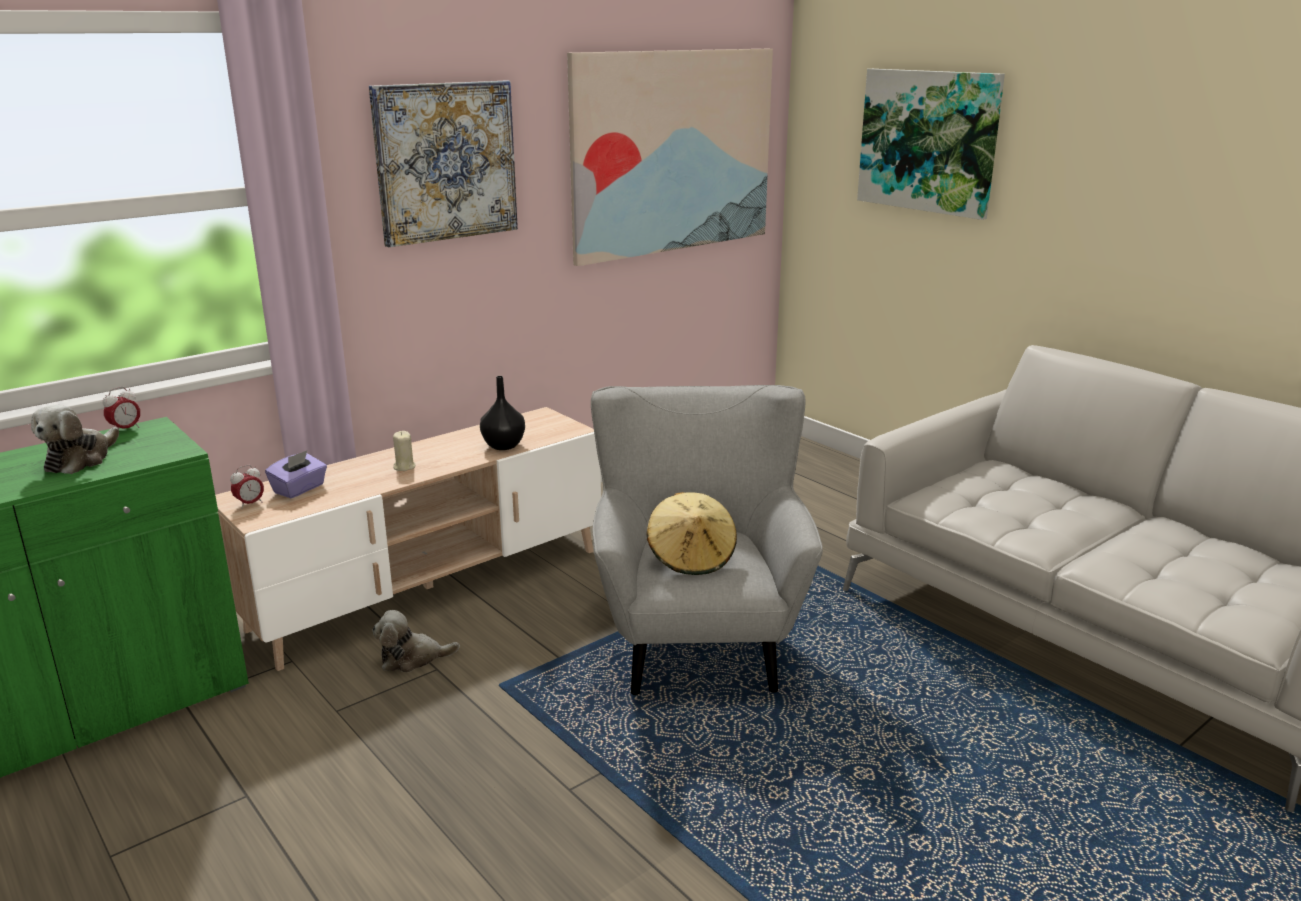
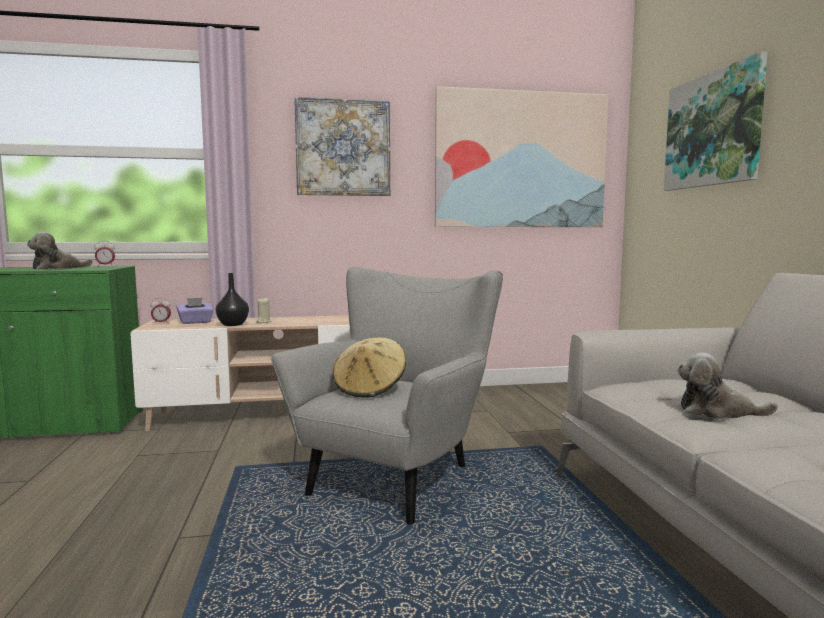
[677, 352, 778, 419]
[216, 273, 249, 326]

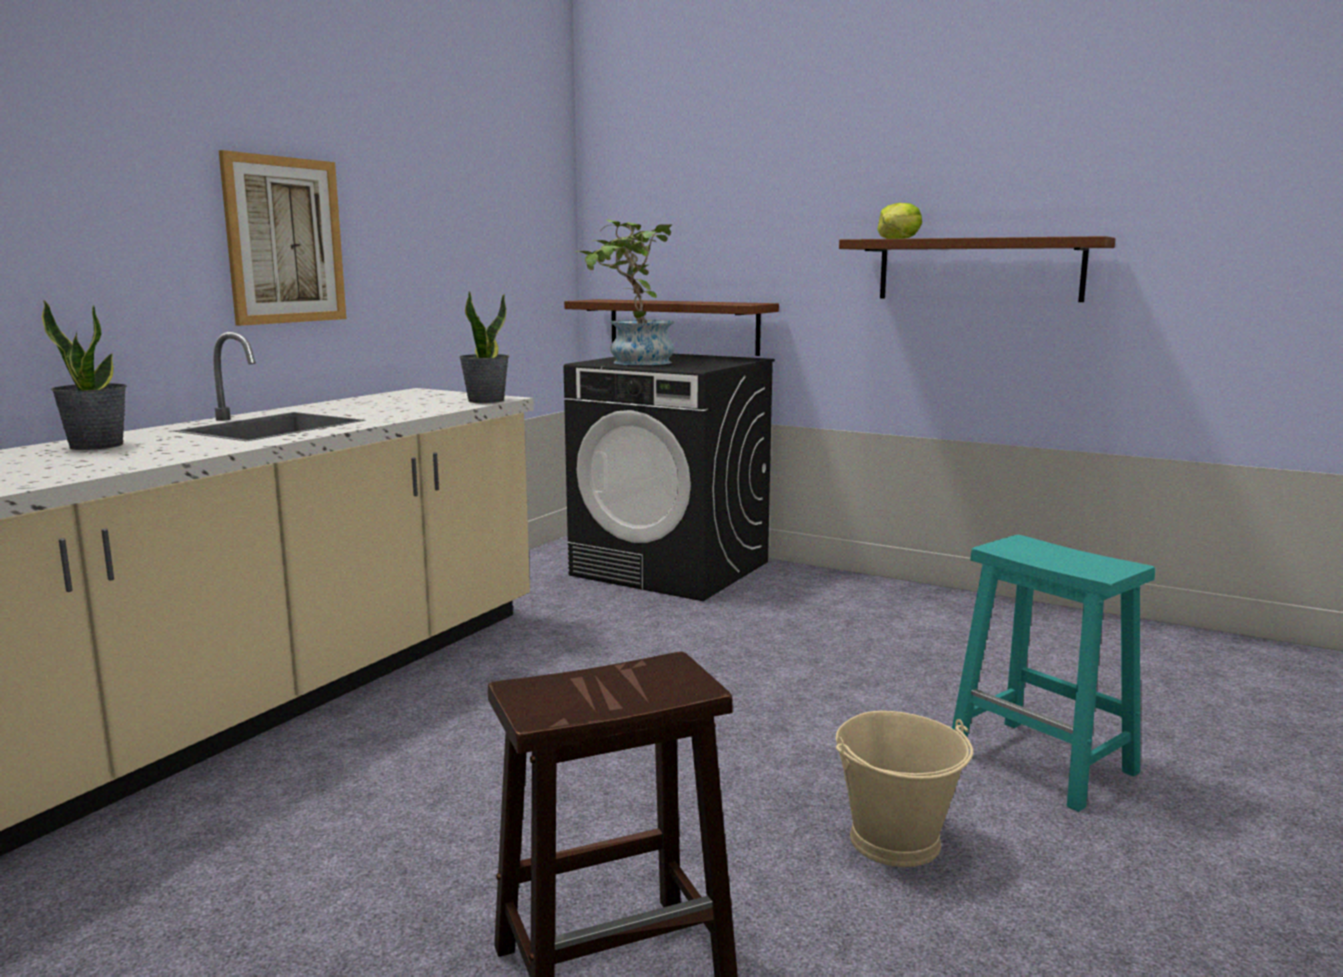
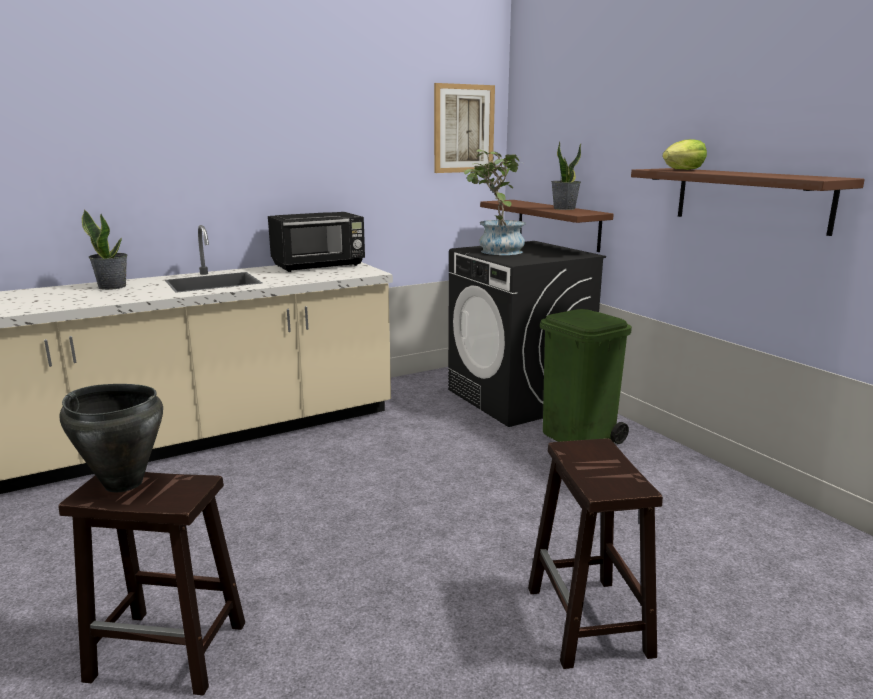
[434, 83, 495, 173]
[551, 141, 581, 210]
[836, 711, 973, 867] (first image)
[528, 438, 663, 669]
[60, 384, 163, 492]
[268, 212, 365, 272]
[540, 309, 632, 444]

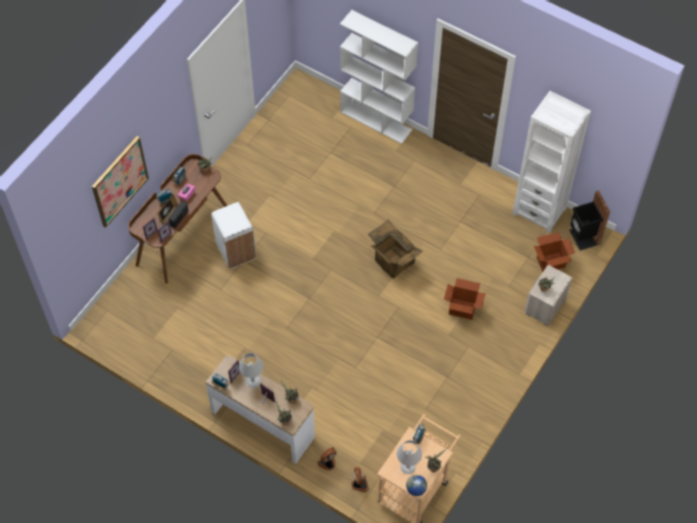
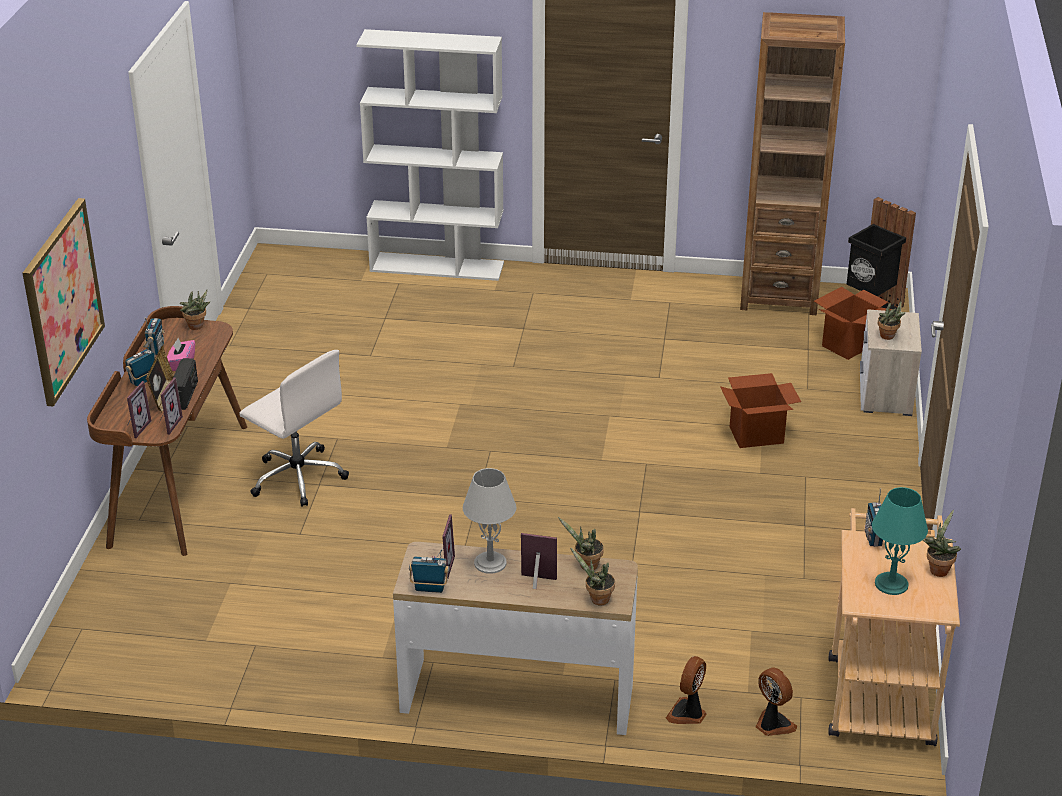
[239, 350, 349, 507]
[368, 219, 423, 279] (first image)
[872, 487, 928, 595]
[406, 475, 427, 496] (first image)
[740, 12, 845, 315]

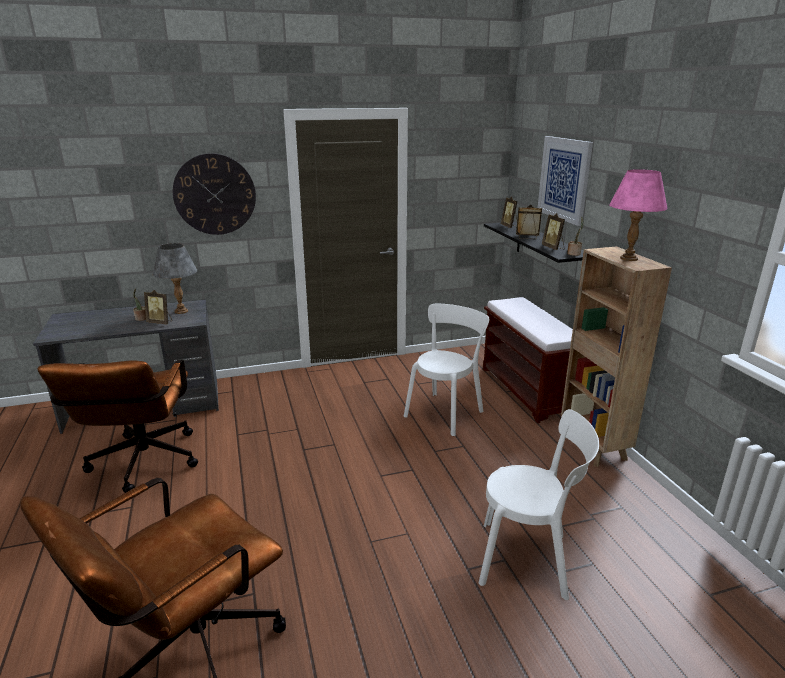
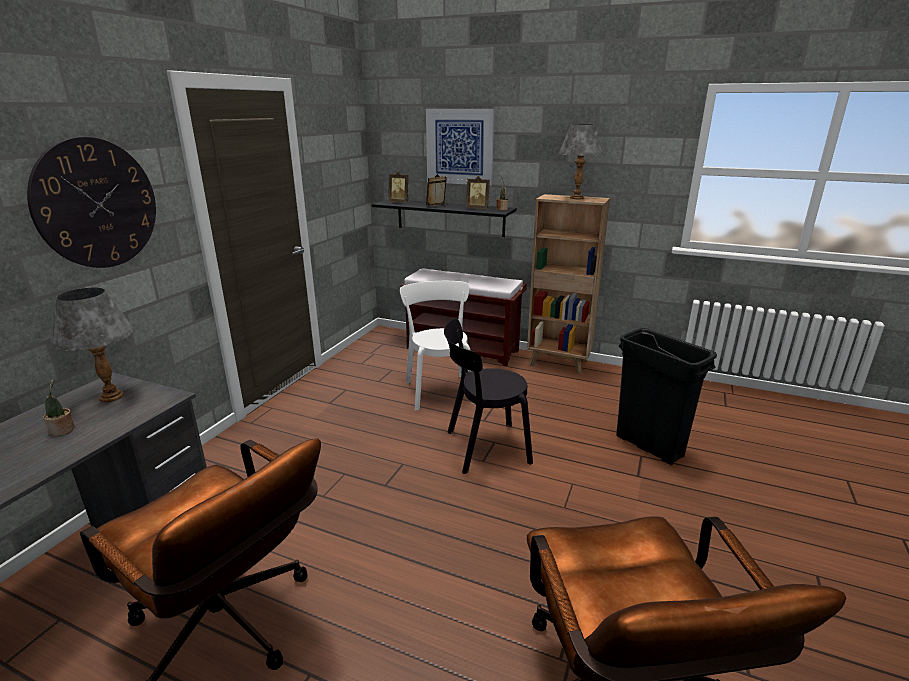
[144, 290, 172, 324] (first image)
[616, 328, 717, 465]
[559, 124, 603, 199]
[444, 318, 533, 474]

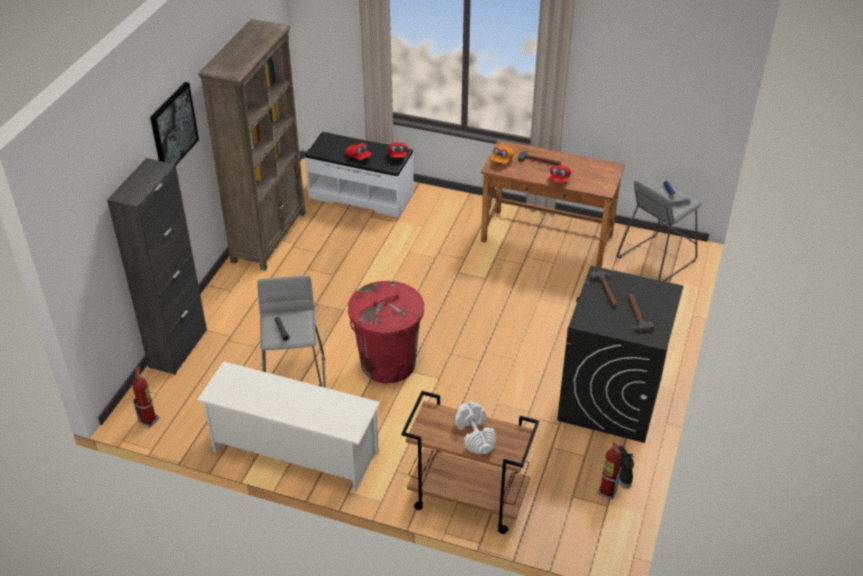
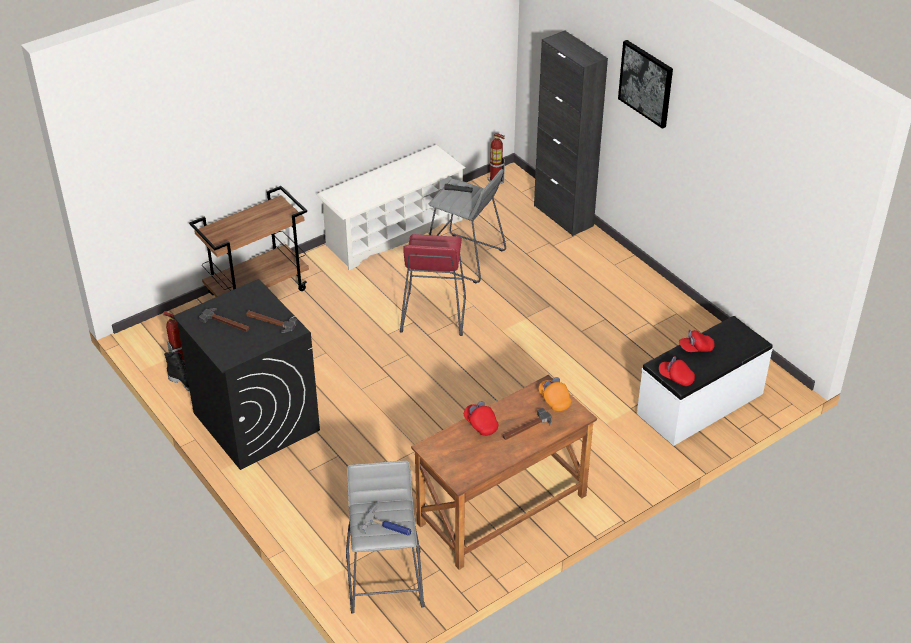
[198, 19, 306, 271] (first image)
[400, 234, 466, 336]
[455, 402, 496, 454] (first image)

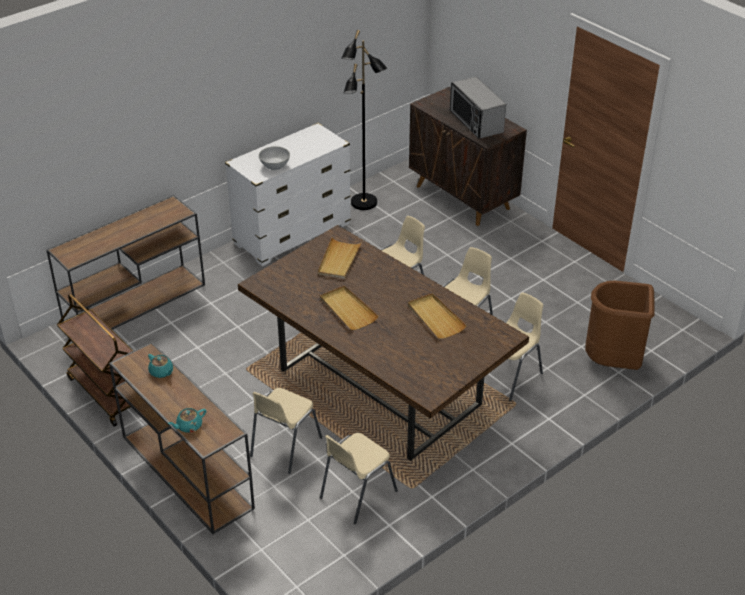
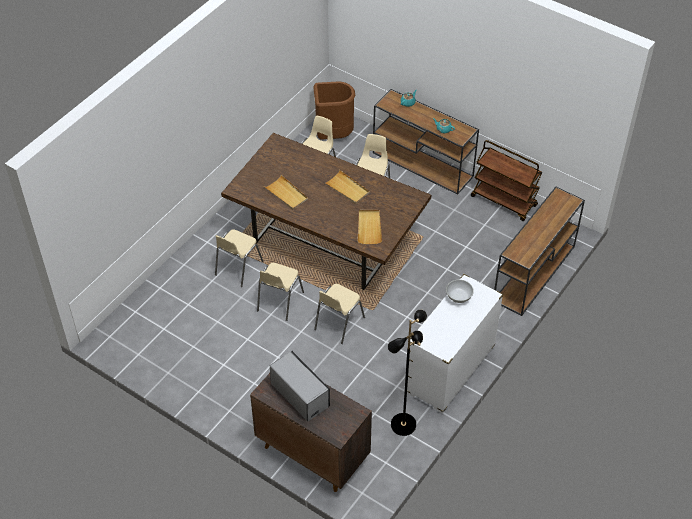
[313, 81, 355, 140]

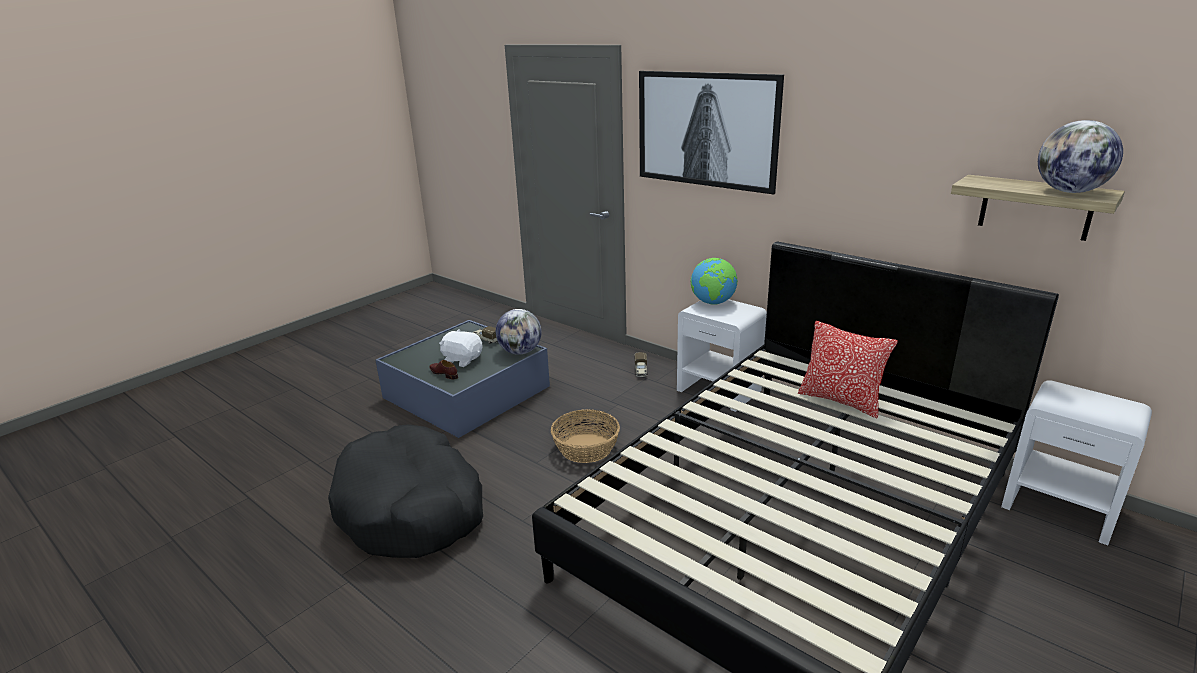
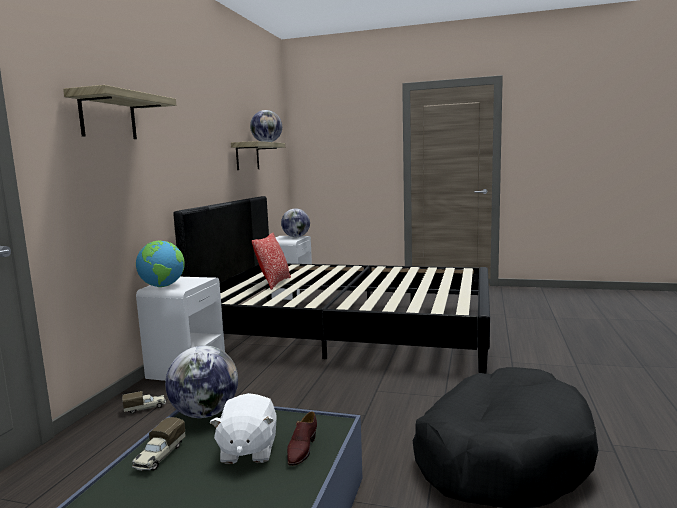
[551, 409, 620, 463] (first image)
[63, 85, 176, 139]
[281, 208, 310, 237]

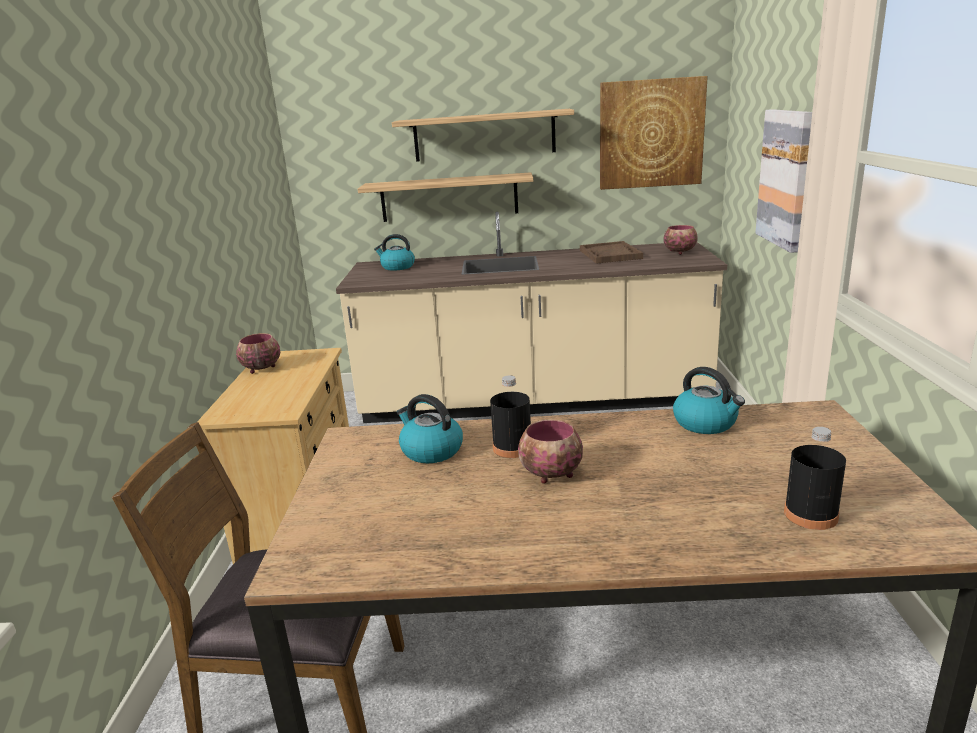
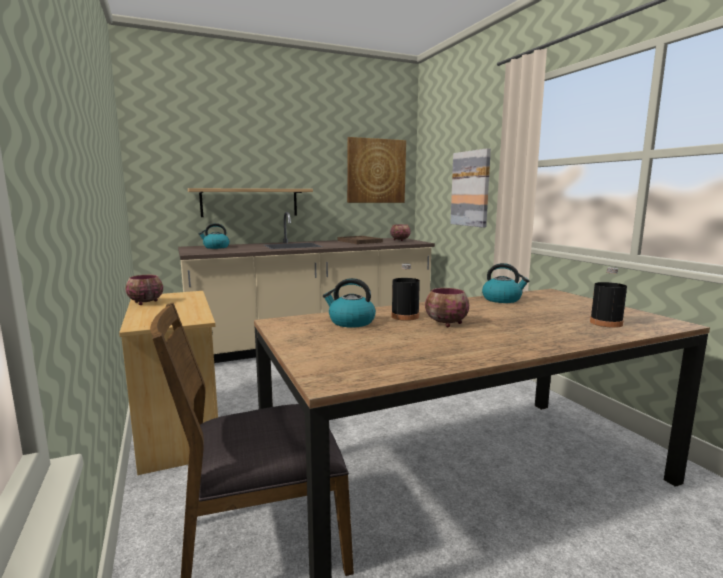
[392, 109, 574, 162] (first image)

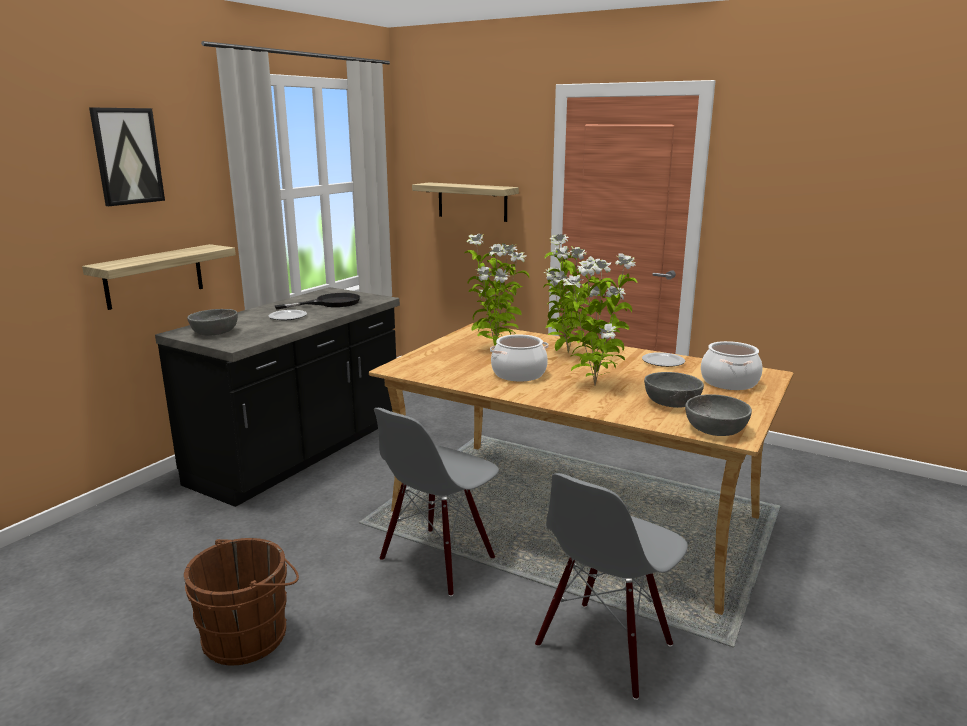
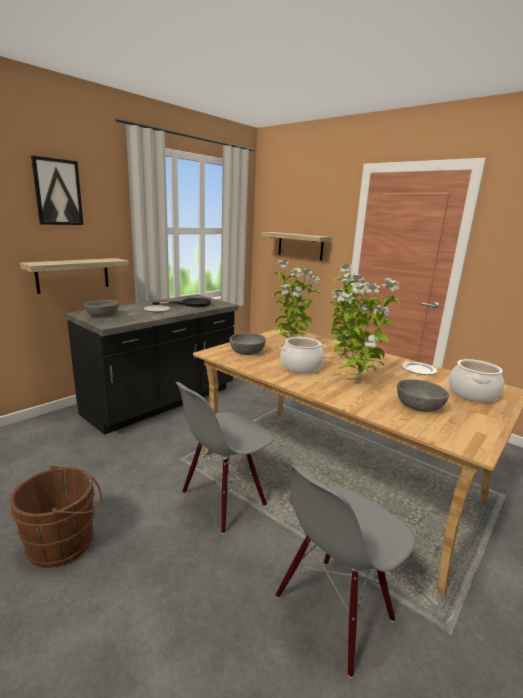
[229, 333, 266, 355]

